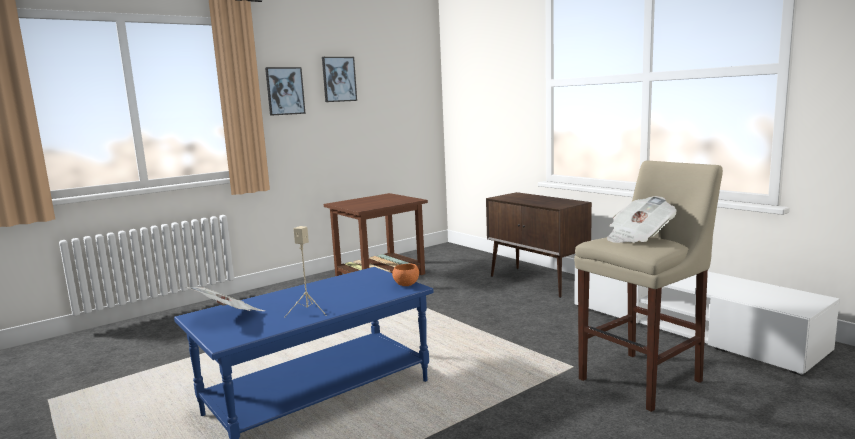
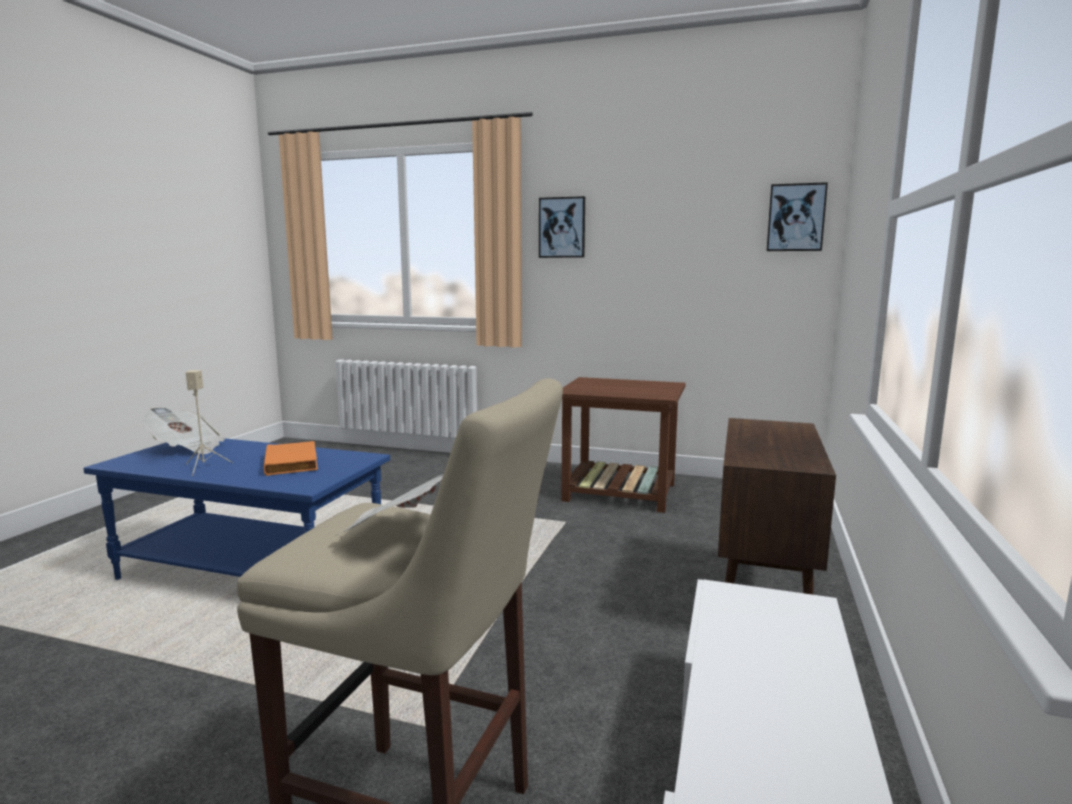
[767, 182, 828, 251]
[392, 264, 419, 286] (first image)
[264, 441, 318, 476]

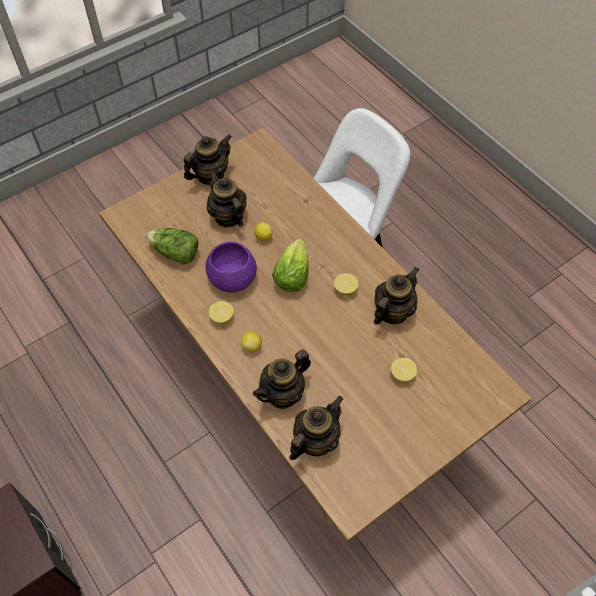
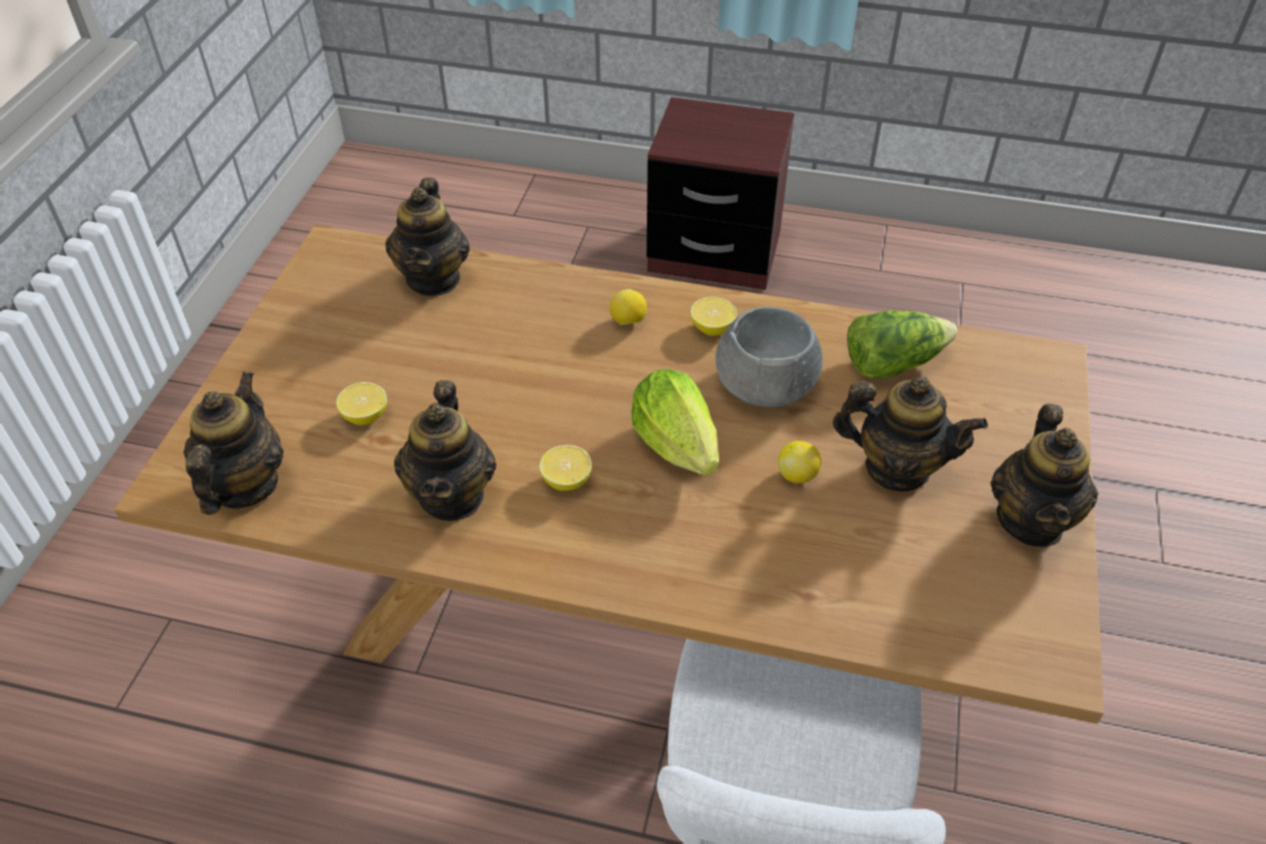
[715, 307, 823, 407]
[184, 372, 284, 515]

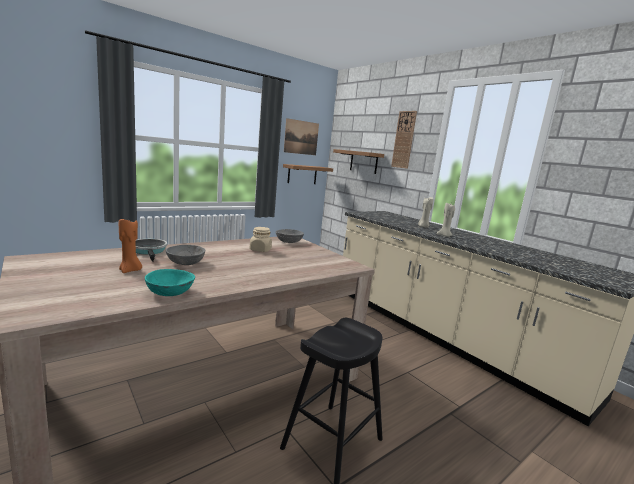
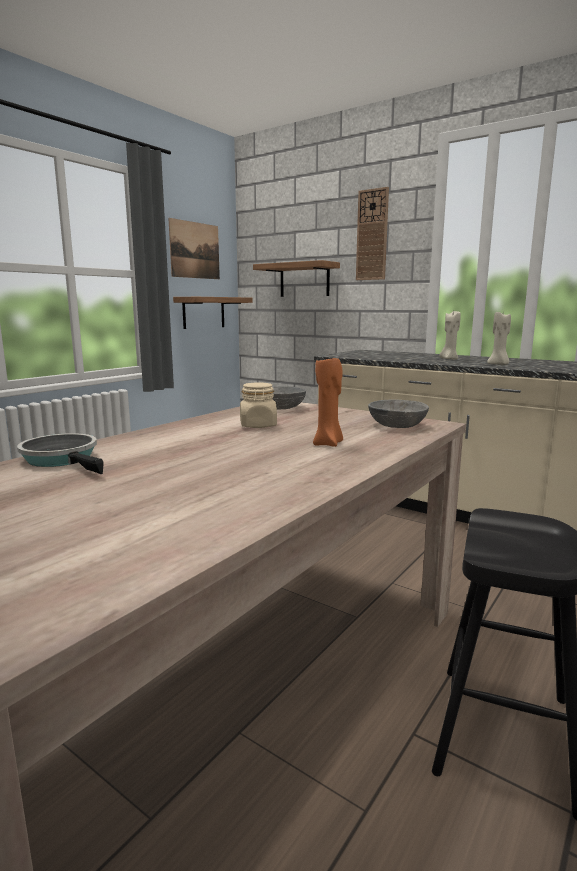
[313, 358, 343, 447]
[145, 269, 195, 296] (first image)
[368, 400, 429, 428]

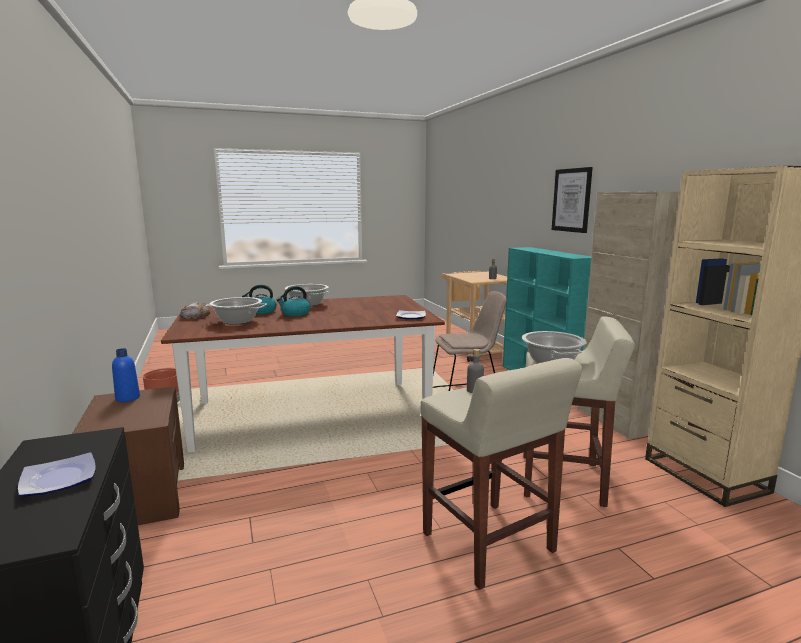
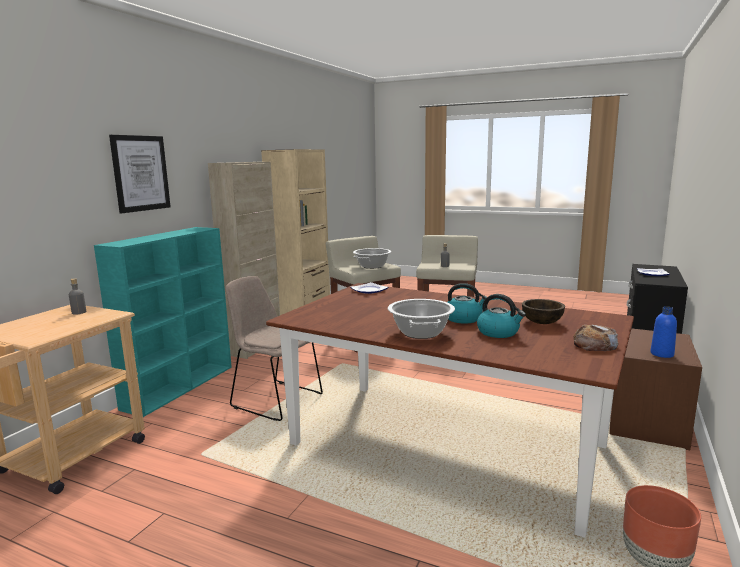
[522, 299, 565, 324]

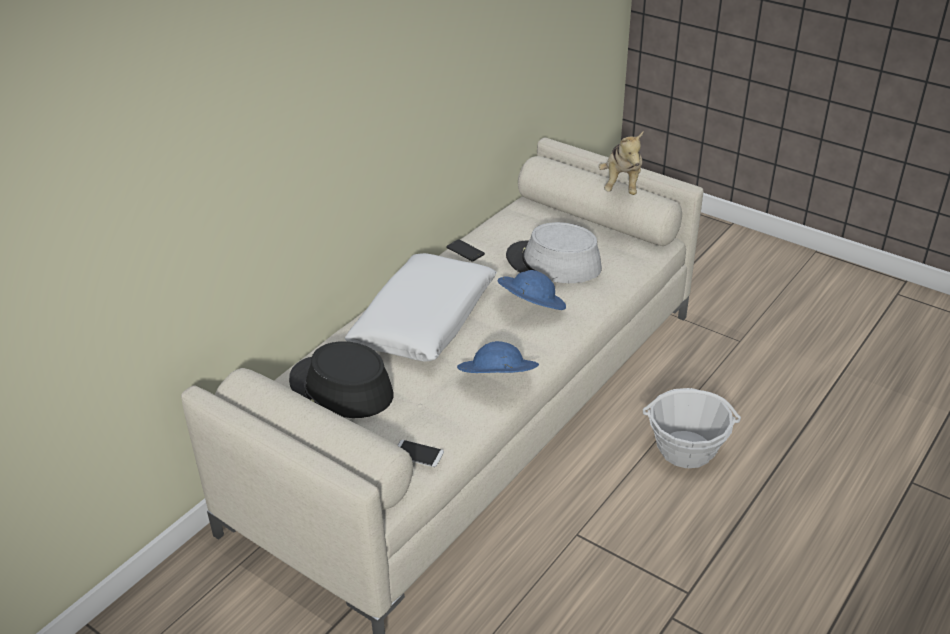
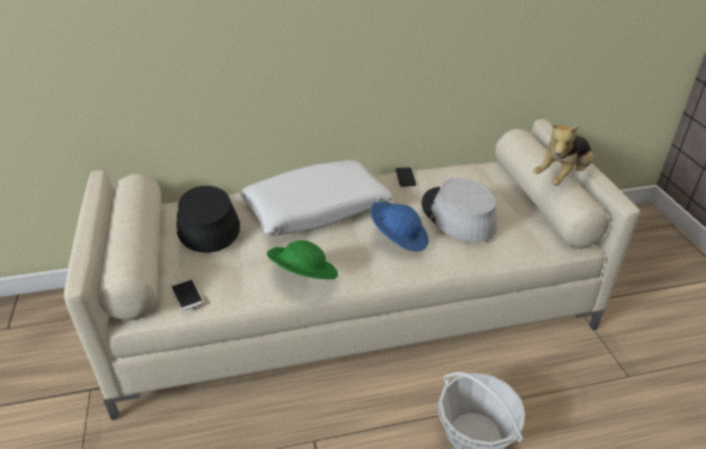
[267, 240, 338, 279]

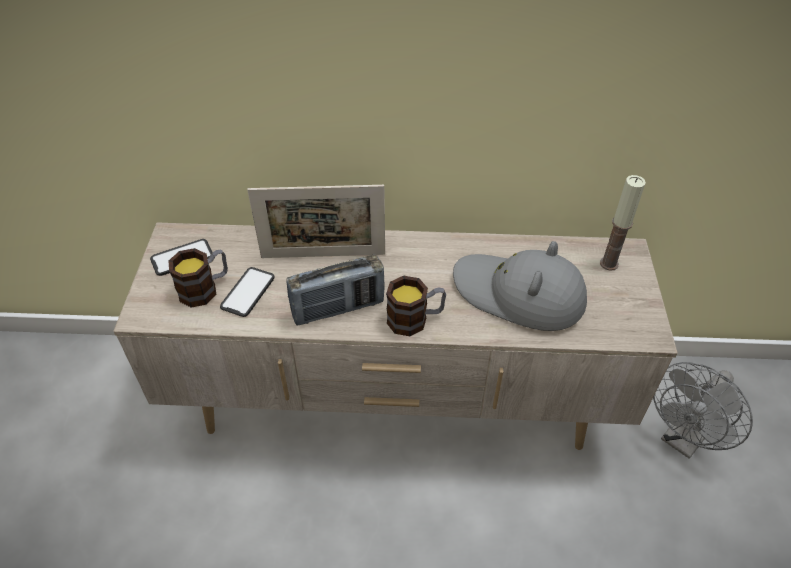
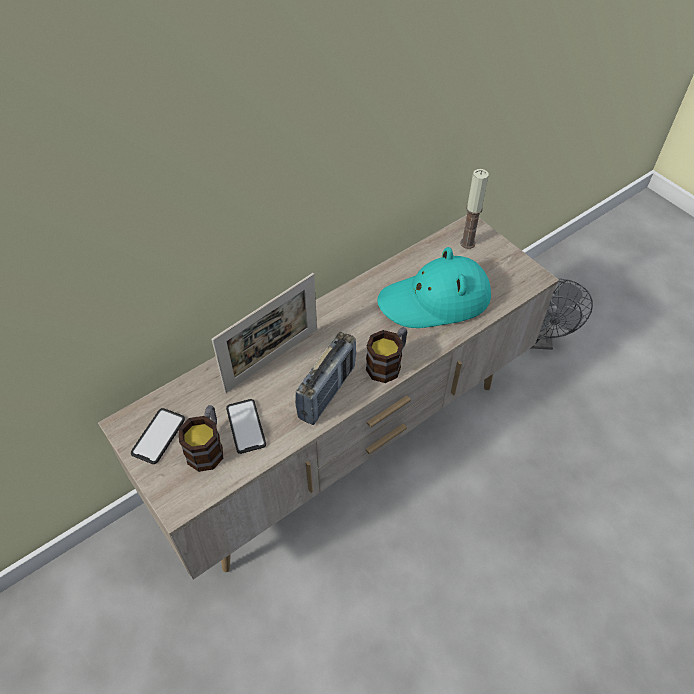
[377, 247, 491, 328]

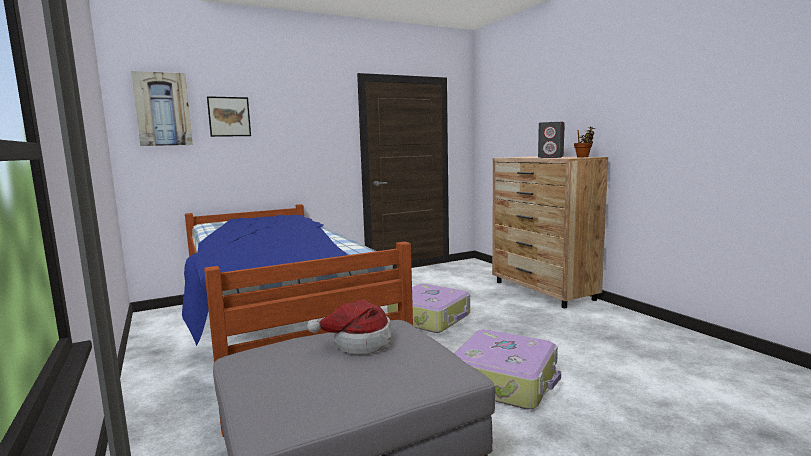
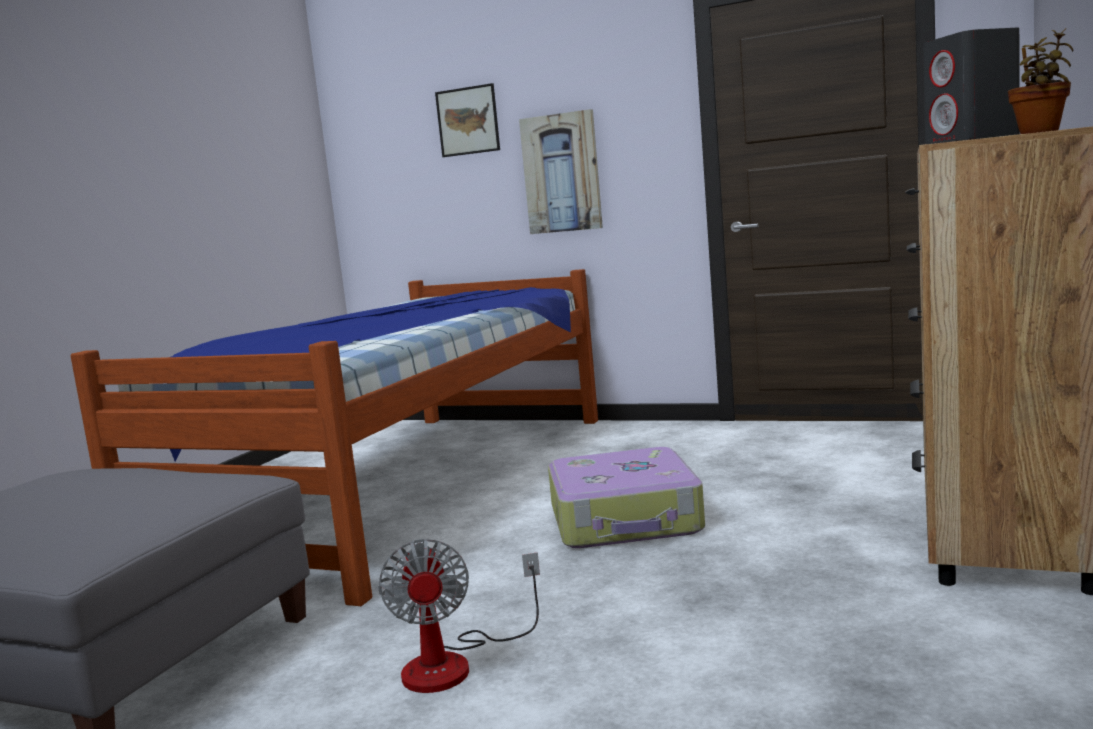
[519, 109, 603, 234]
[307, 299, 392, 354] (first image)
[378, 539, 540, 693]

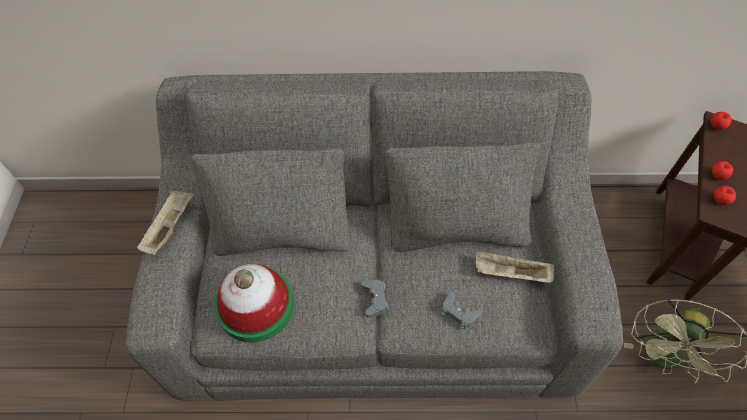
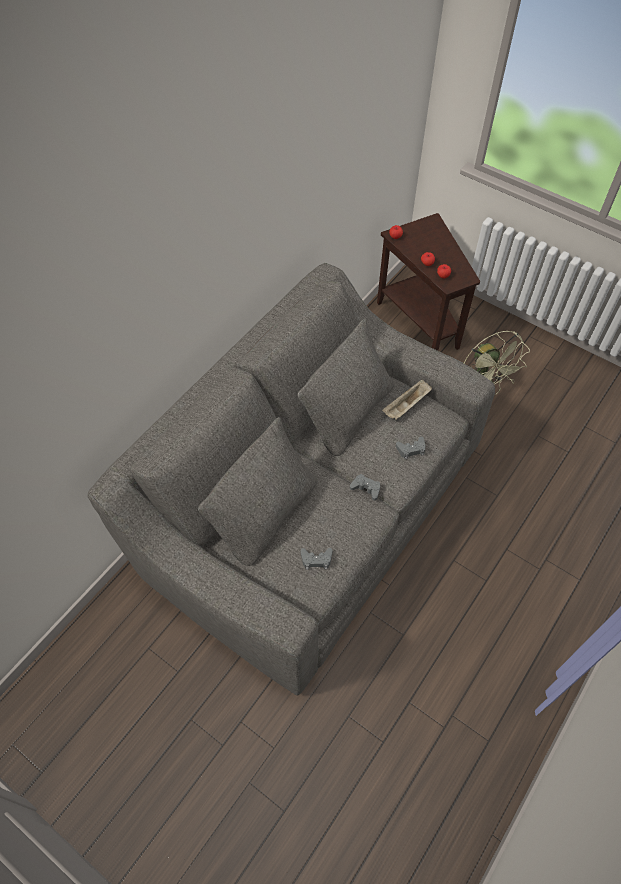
[137, 190, 194, 255] (first image)
[300, 548, 332, 570]

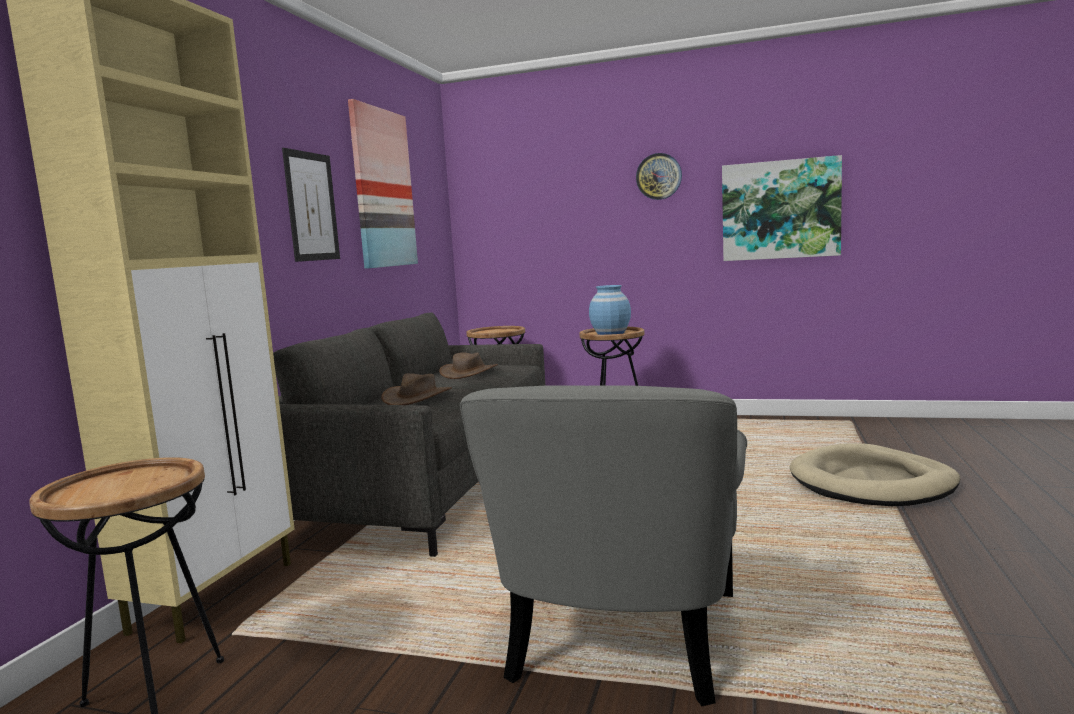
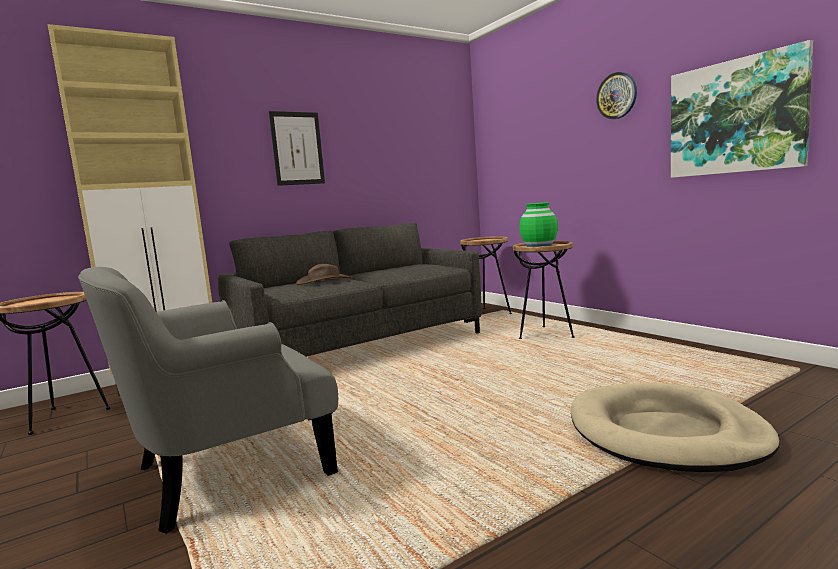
[348, 99, 418, 269] (first image)
[439, 353, 498, 379] (first image)
[520, 202, 558, 247]

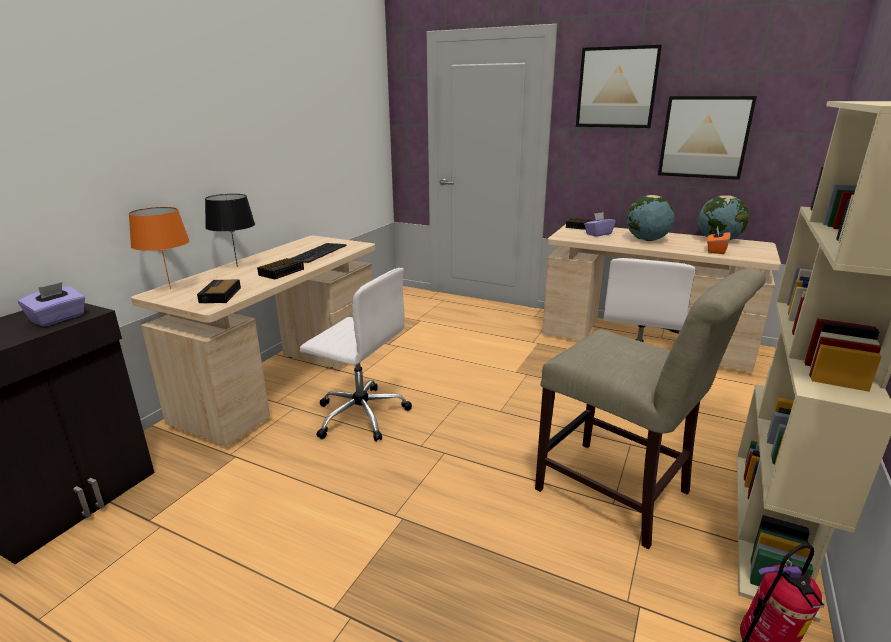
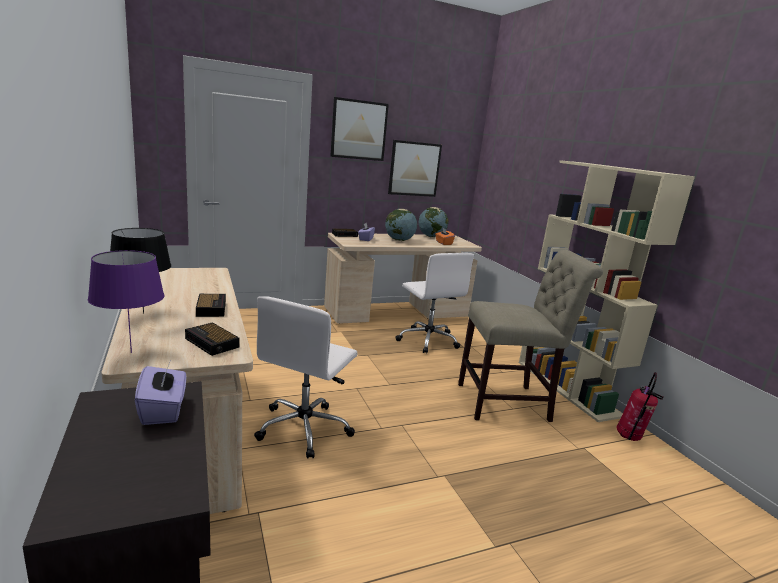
[88, 250, 164, 353]
[290, 243, 347, 263] (first image)
[254, 296, 358, 459]

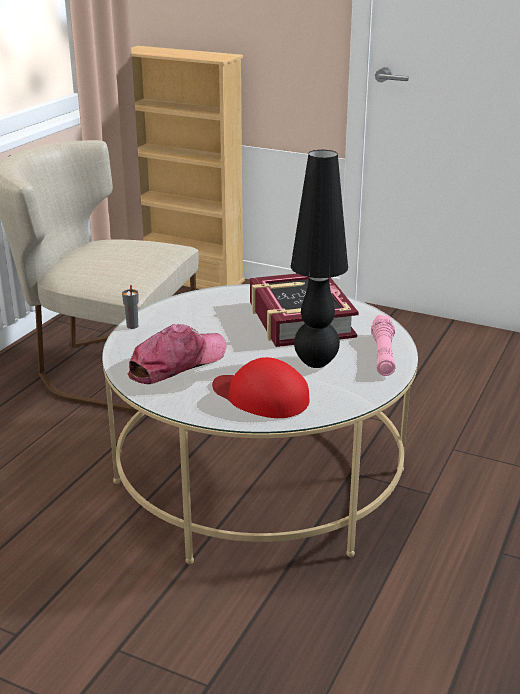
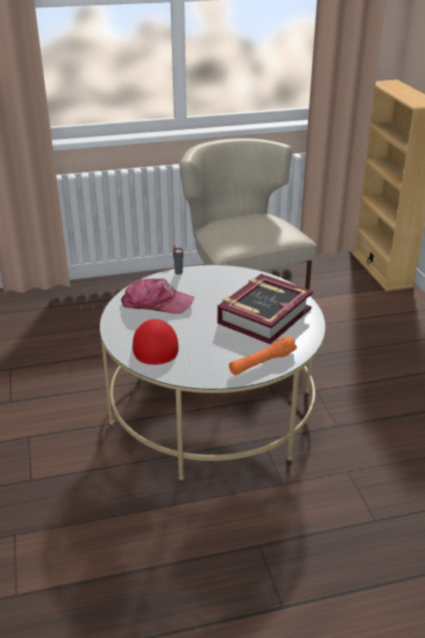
[291, 150, 348, 368] (first image)
[229, 336, 297, 375]

